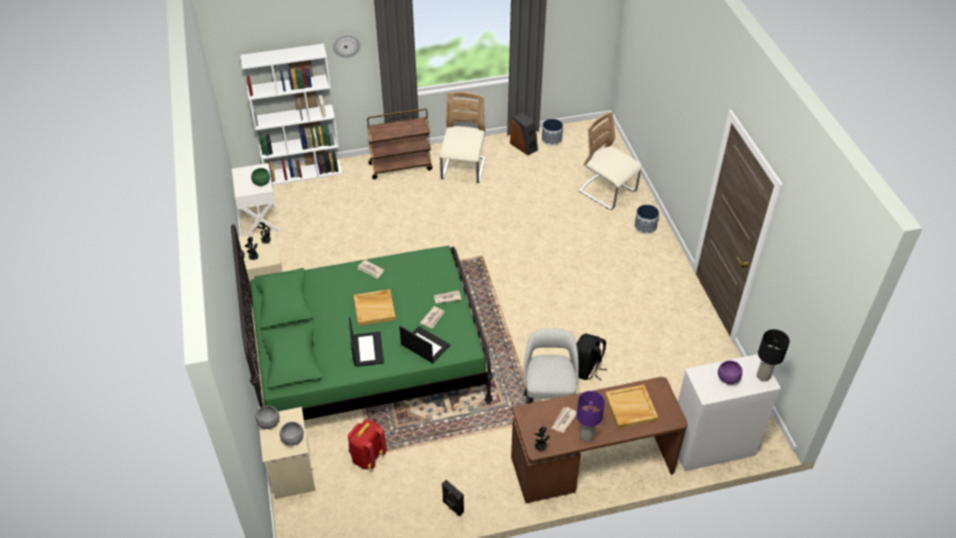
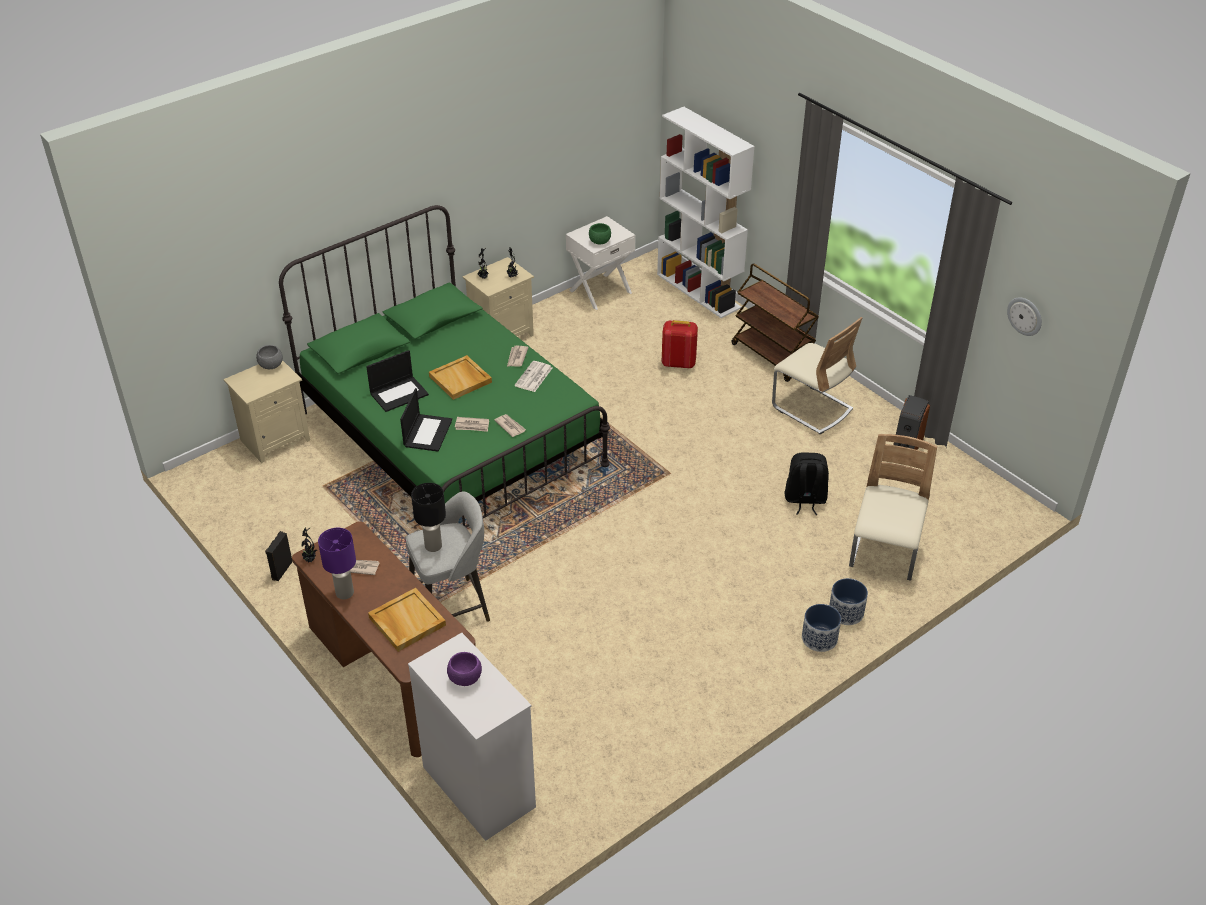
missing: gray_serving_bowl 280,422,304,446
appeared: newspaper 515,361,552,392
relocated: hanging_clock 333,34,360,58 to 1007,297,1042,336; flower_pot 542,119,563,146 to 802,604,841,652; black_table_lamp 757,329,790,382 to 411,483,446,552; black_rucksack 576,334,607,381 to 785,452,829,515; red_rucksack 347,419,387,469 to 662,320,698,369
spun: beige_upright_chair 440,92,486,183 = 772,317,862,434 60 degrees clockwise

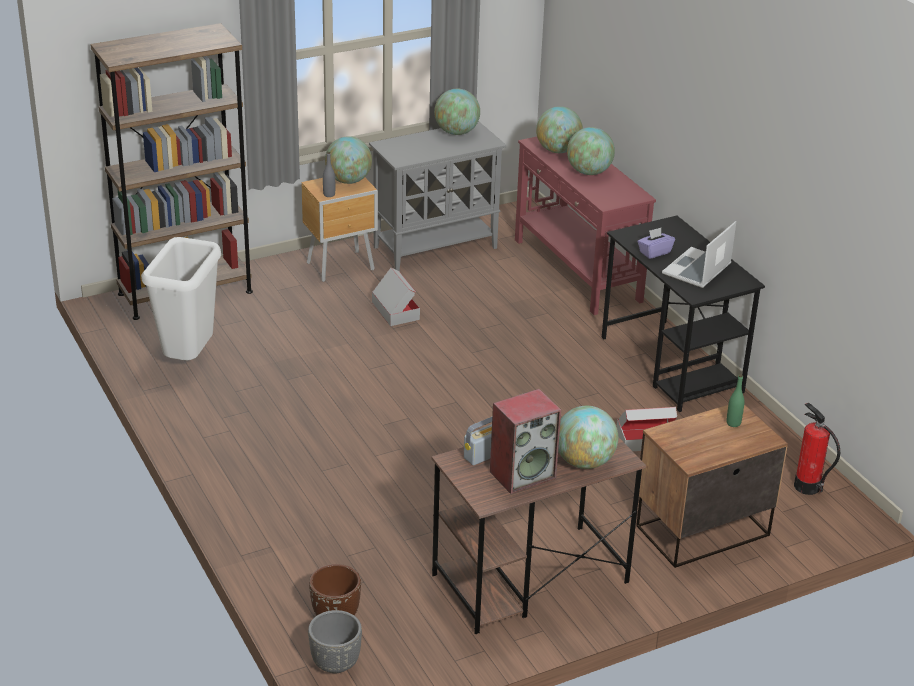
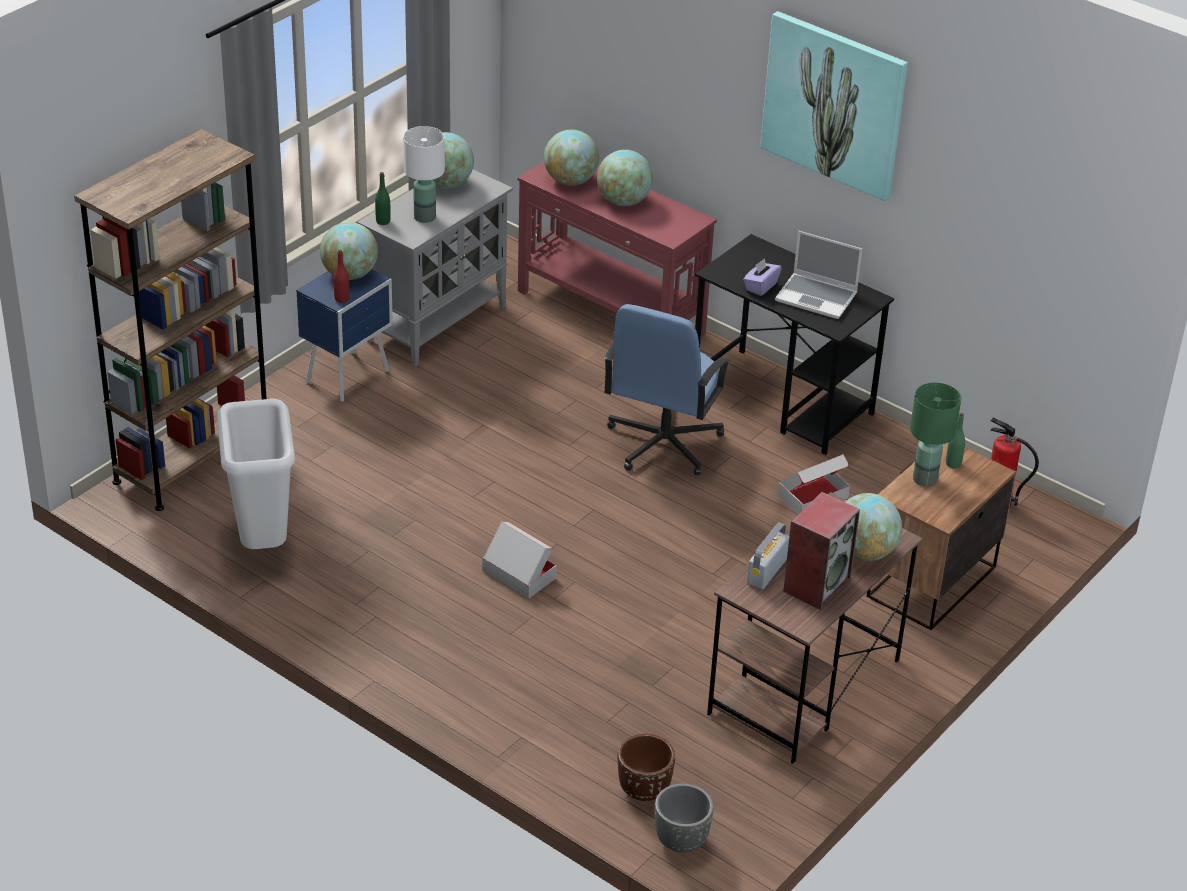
appeared: picture 760,11,908,201; white_table_lamp 403,126,445,223; greenish_bottle 375,172,391,225; blue-coloured_office_chair 604,304,731,475; greenish_table_lamp 910,382,961,487
relocated: carton 372,268,420,326 to 482,522,556,599
colour: gray_bottle 323,152,335,197 to red_bottle 333,250,349,303; brownish_night_table 301,178,378,282 to blue-coloured_night_table 296,269,393,402
spun: portable_computer 662,221,736,288 = 775,231,862,319 75 degrees counterclockwise

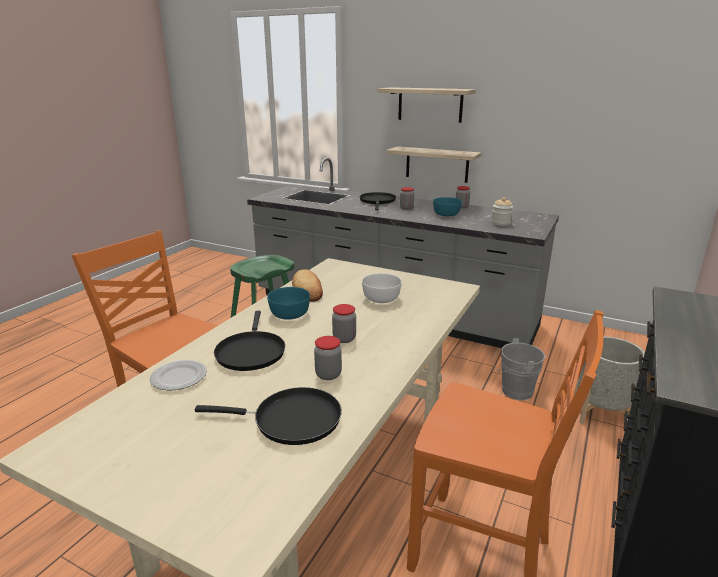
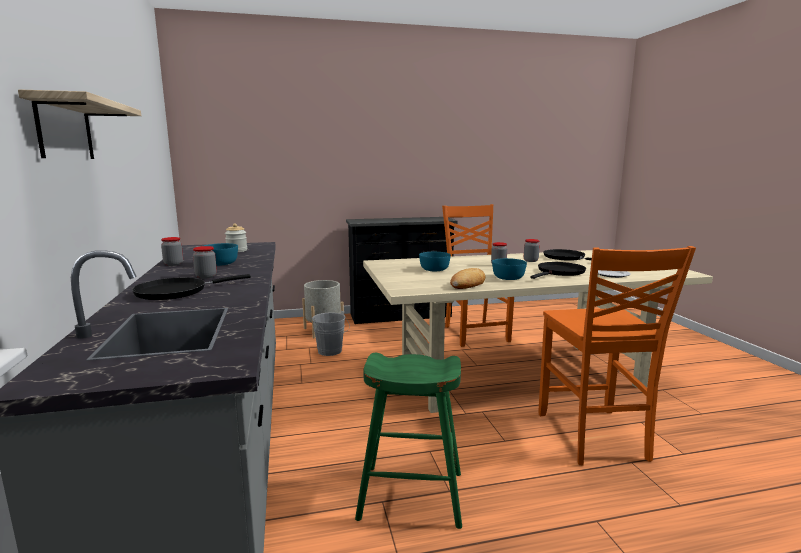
missing: shelf 386,146,481,183
colour: white_serving_bowl 362,273,402,303 to turquoise-coloured_serving_bowl 419,252,451,271

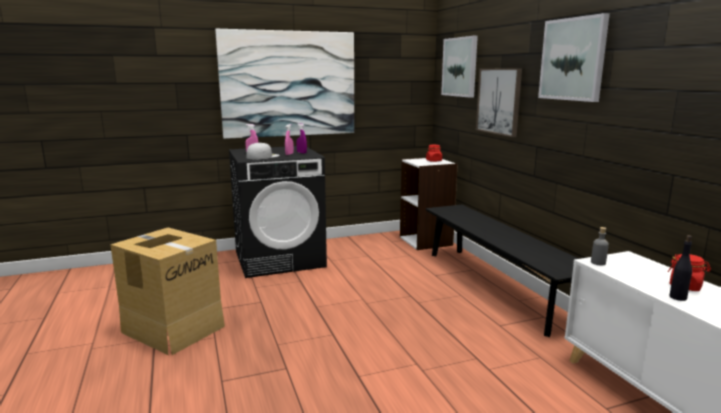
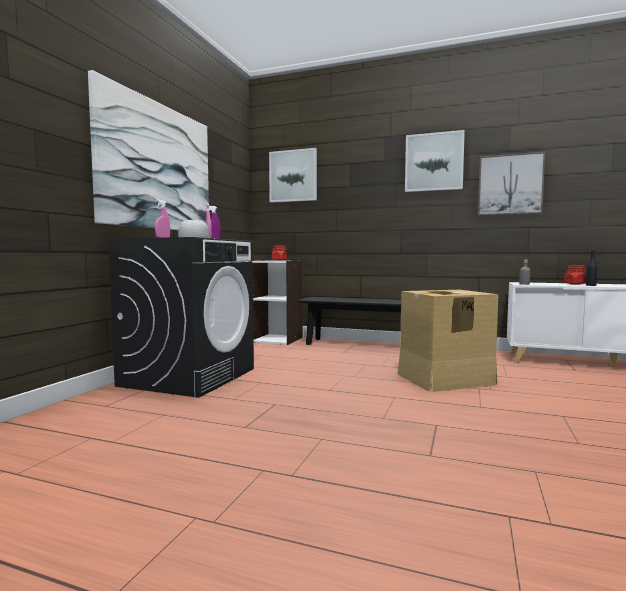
relocated: picture 476,68,522,137 to 478,152,545,216; carton 110,228,225,355 to 397,290,499,392

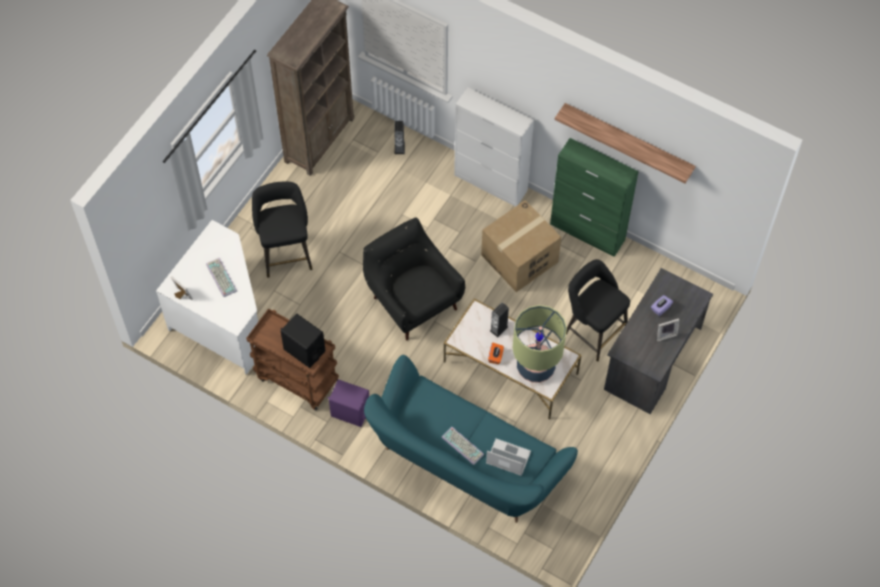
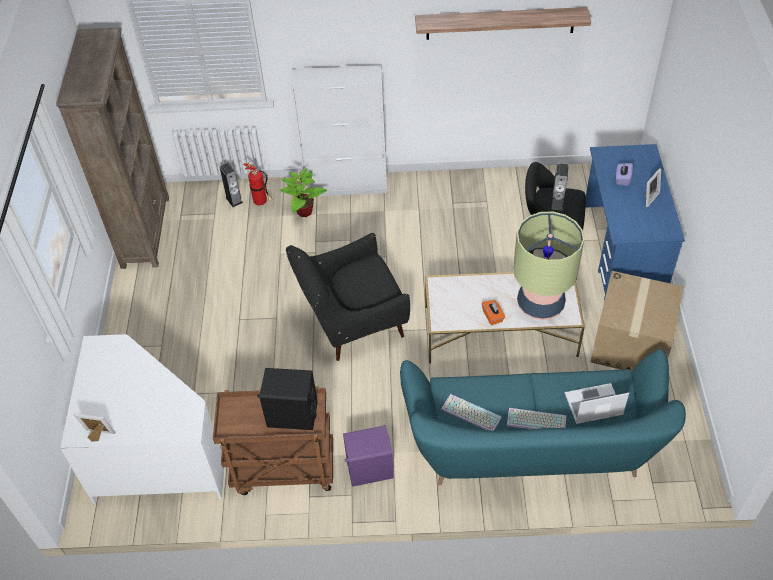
missing: greenish_cabinet 550,138,639,257; black_stool 252,182,312,278
appeared: fire-fighting_cylinder 243,163,272,206; plant_in_a_pot 280,168,327,217
relocated: carton 481,200,561,292 to 590,271,683,372; PC_keyboard 206,258,237,297 to 441,394,502,430; loudspeaker 490,302,509,337 to 550,164,568,213
colour: gray_desk_unit 604,268,713,414 to blue-coloured_desk_unit 585,144,685,301
spun: black_lounge_chair 363,218,465,340 = 286,233,410,361 45 degrees counterclockwise

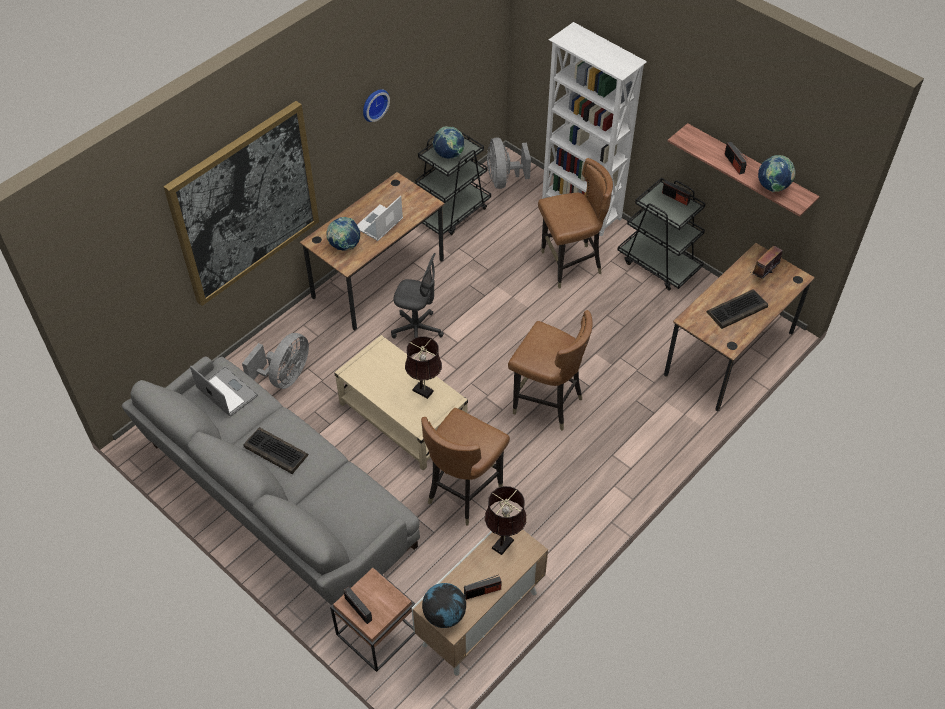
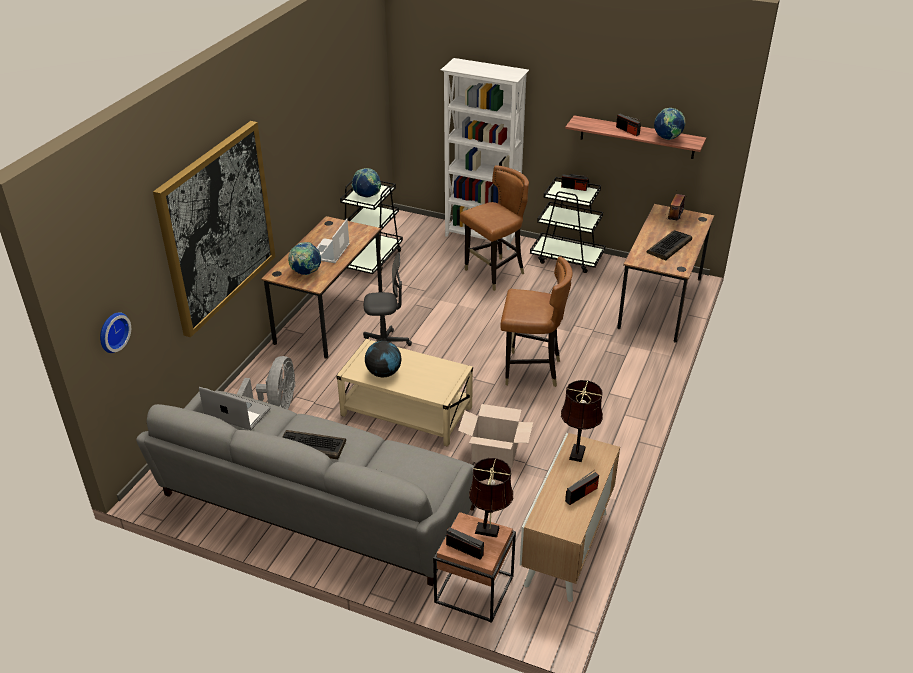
missing: gray_electric_fan 487,138,531,189
relocated: hanging_clock 363,89,390,122 to 100,312,131,353; brownish_table_lamp 405,336,442,399 to 469,458,513,538; globe 422,583,466,628 to 365,341,402,377
exchanged: brownish_upright_chair 421,408,510,525 to carton 458,404,533,468

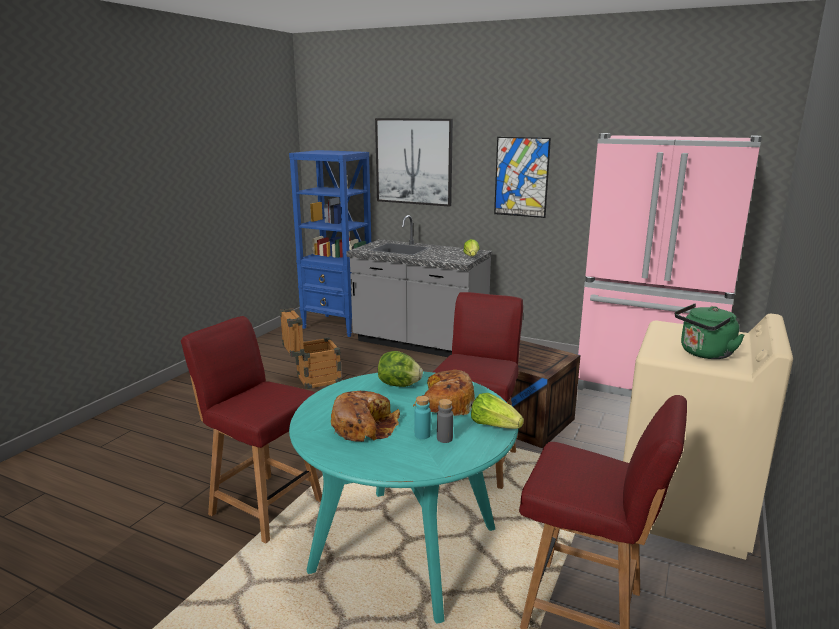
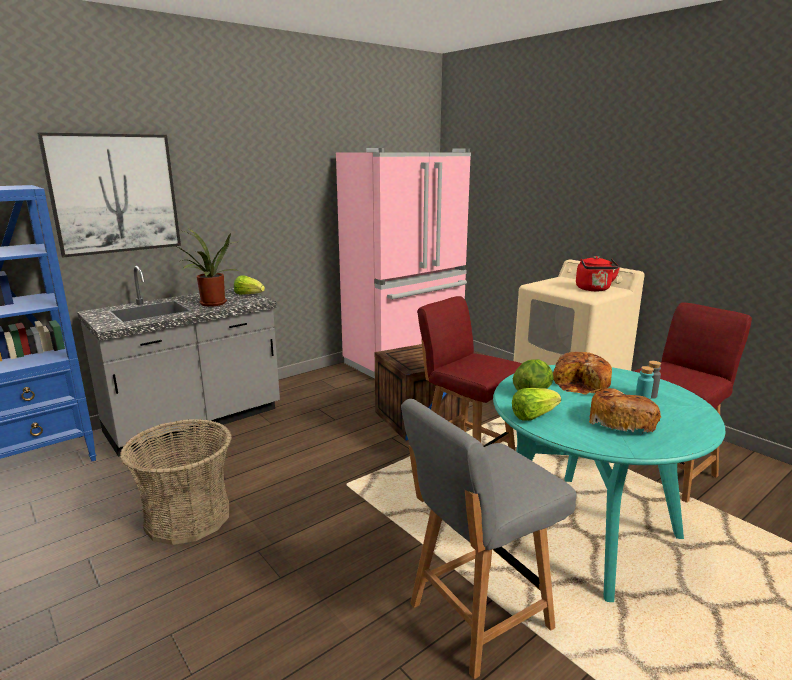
missing: picture 494,137,551,218
appeared: plant_in_a_pot 170,229,239,307
relocated: lettuce_head 471,393,524,429 to 512,388,561,421
exchanged: crate 280,308,342,390 to storage_basket 120,419,232,545
colour: greenish_kettle 675,303,745,359 to red_kettle 576,256,620,291; red_upright_chair 181,316,322,543 to gray_upright_chair 401,399,576,679

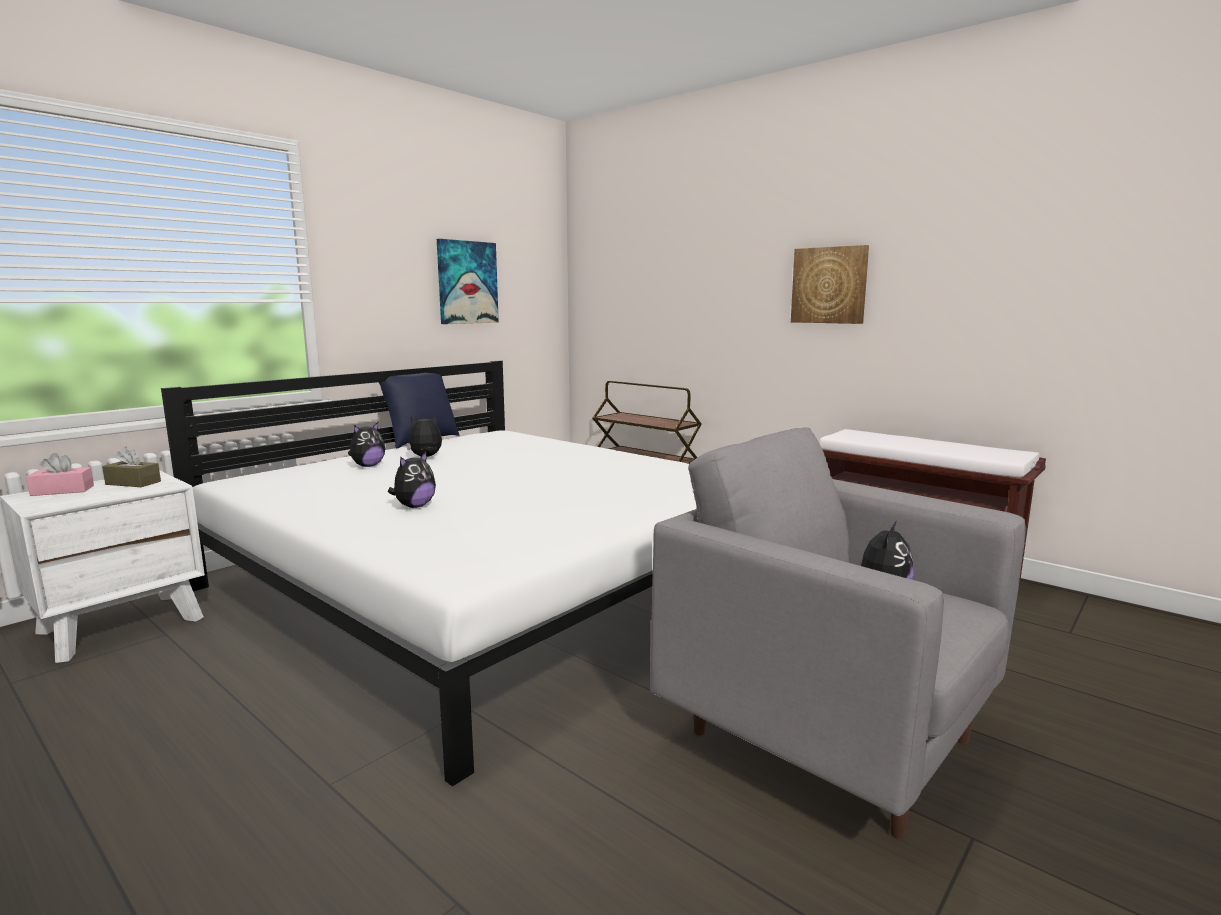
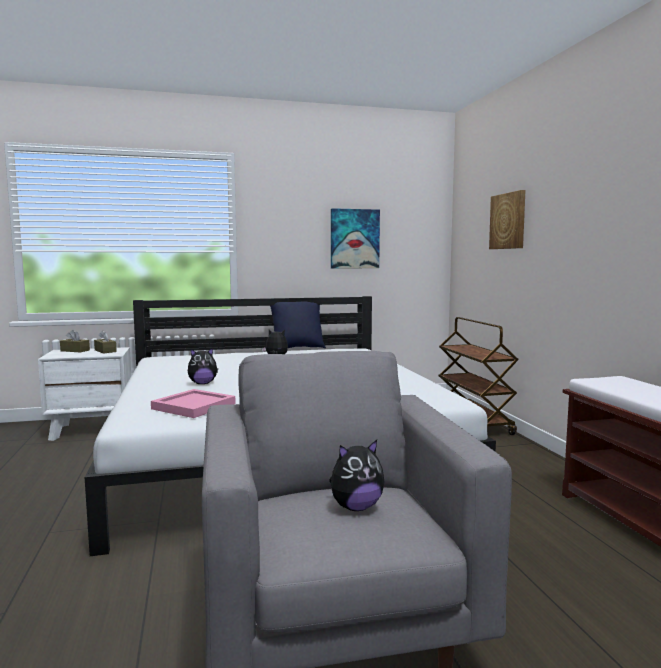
missing: cuddly_toy 348,422,385,467
appeared: pinkish_tray 151,389,236,418
relocated: picture 791,245,869,324 to 489,190,526,249
colour: pinkish_box_of_tissues 26,453,94,496 to brownish_box_of_tissues 60,330,90,352

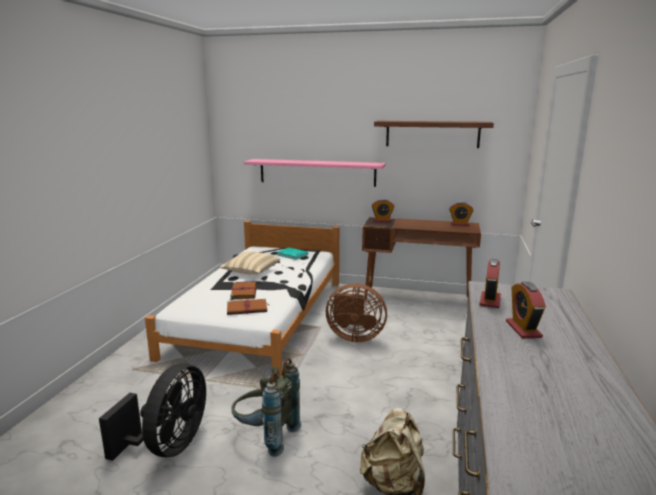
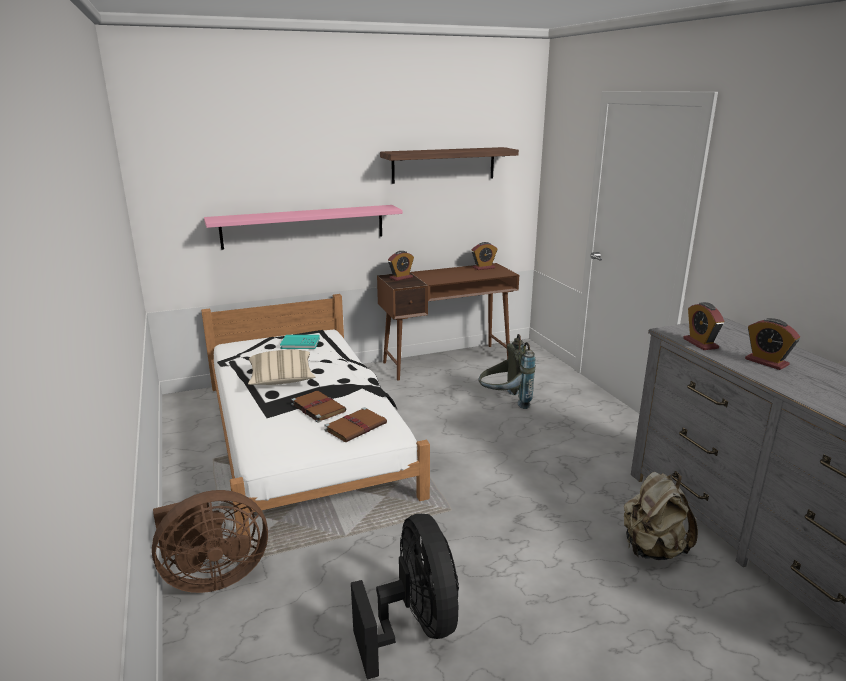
relocated: brownish_electric_fan 326,283,387,342 to 152,490,268,593; gray_rucksack 231,358,301,457 to 478,334,536,409

